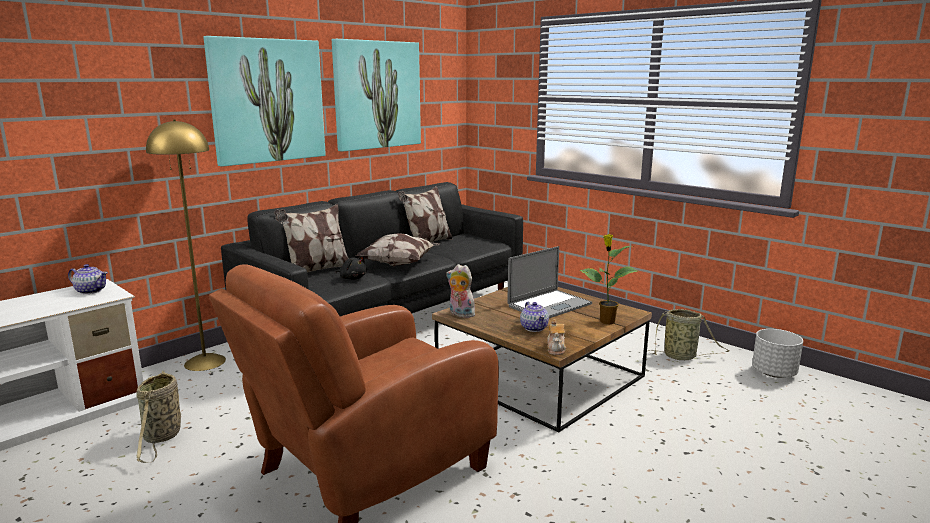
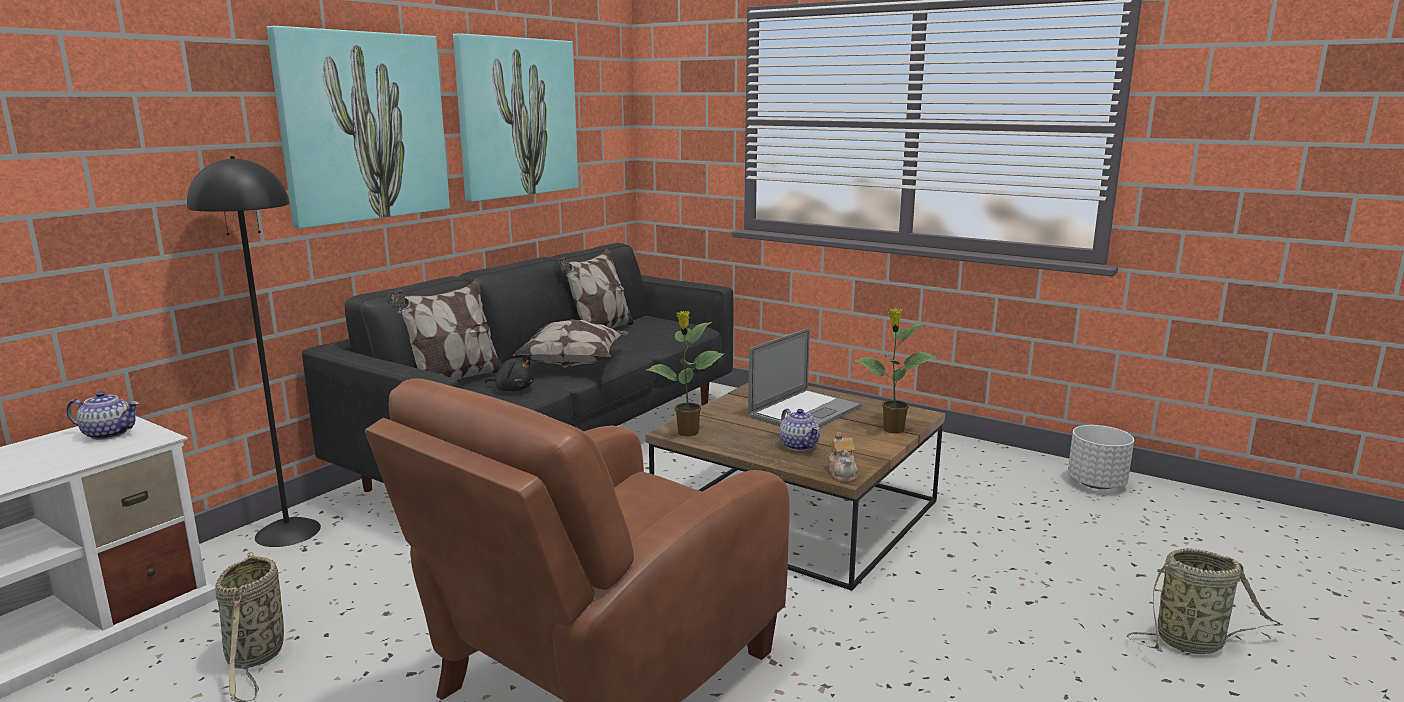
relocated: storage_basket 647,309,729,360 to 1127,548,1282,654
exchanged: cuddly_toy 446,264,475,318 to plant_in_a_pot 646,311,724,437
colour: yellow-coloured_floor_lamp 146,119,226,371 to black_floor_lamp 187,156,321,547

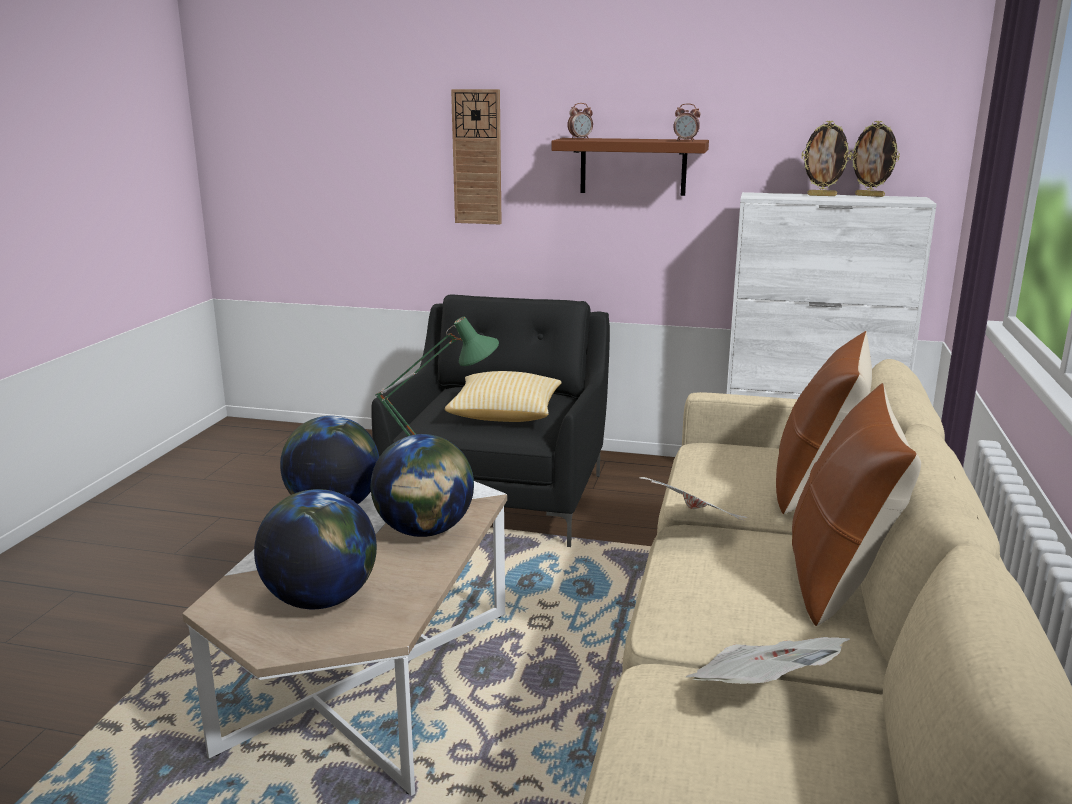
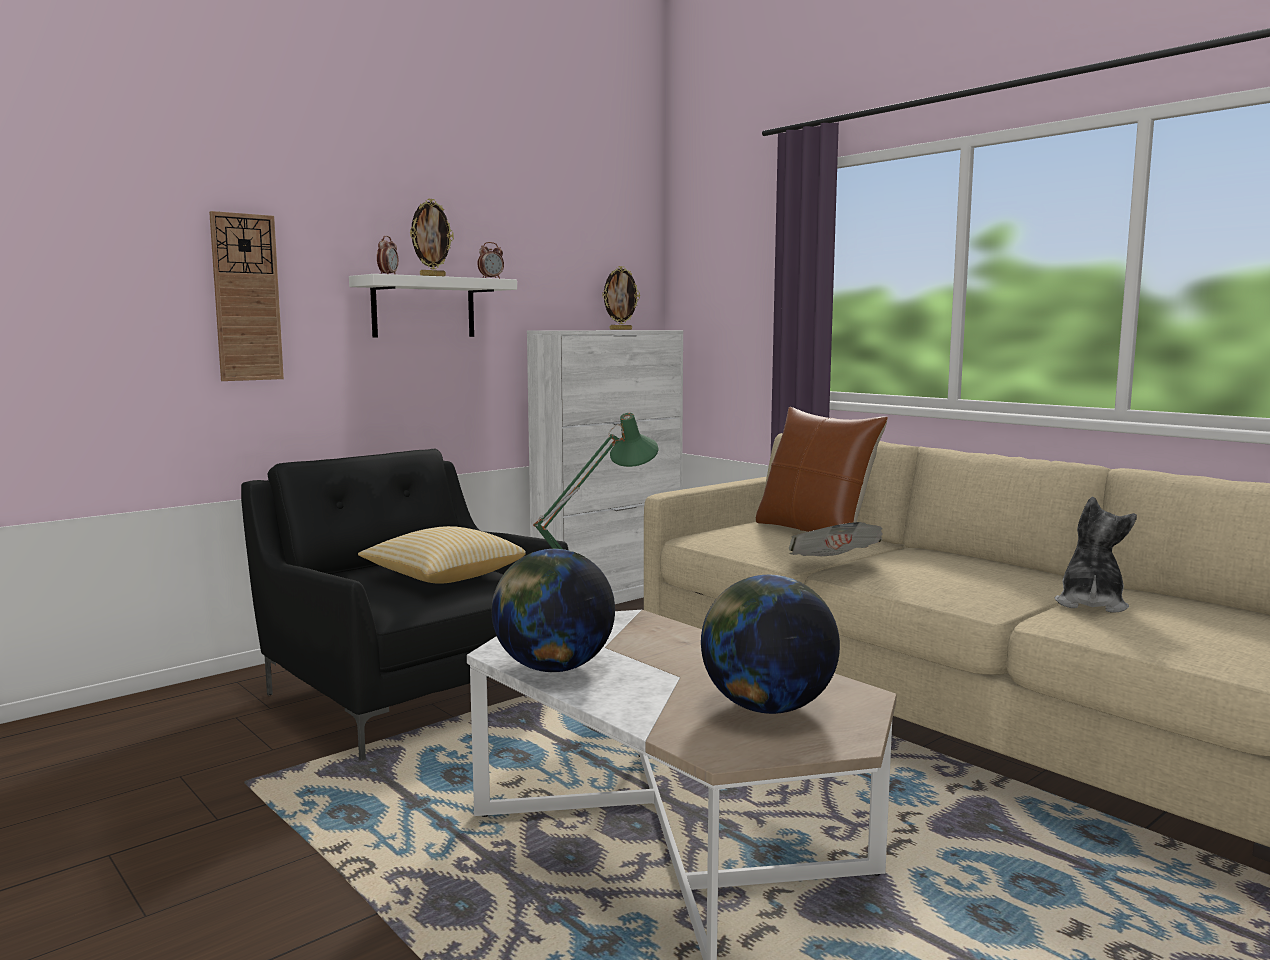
missing: brownish_pillow 792,383,921,626; globe 371,434,474,537
relocated: photo_frame 801,121,852,196 to 410,199,454,276
exchanged: newspaper 686,637,850,684 to cuddly_toy 1055,497,1137,613
colour: brownish_shelf 551,138,709,196 to white_shelf 349,274,517,337

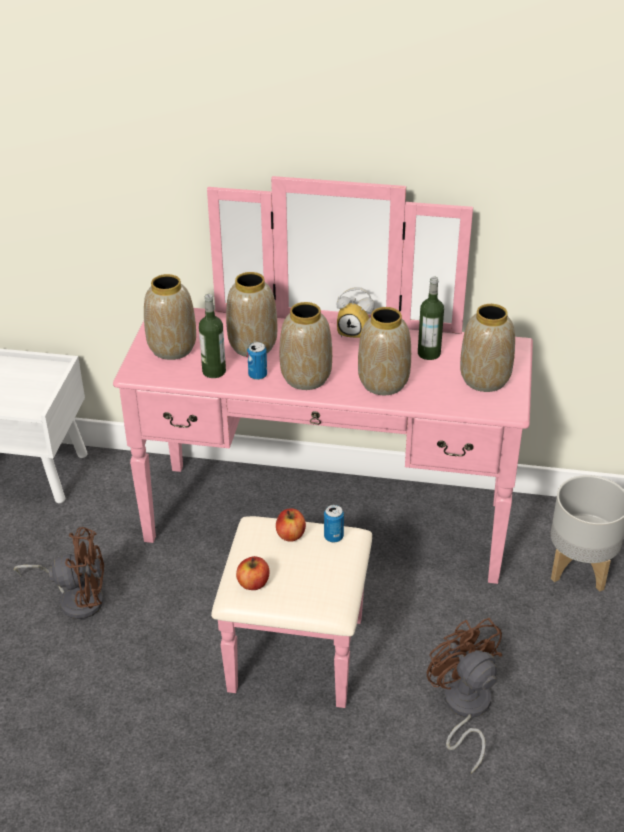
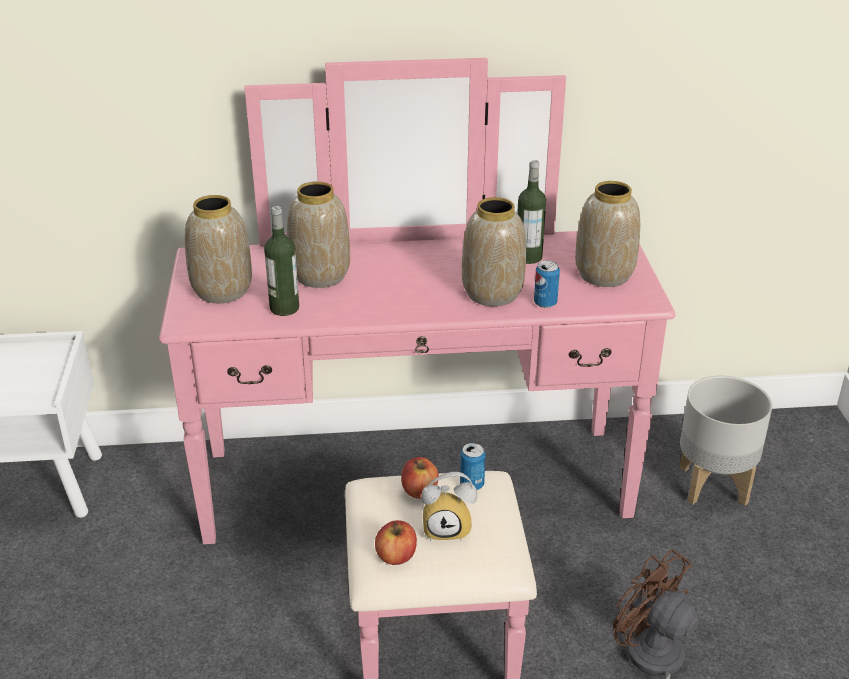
missing: vase 280,302,332,390; brownish_electric_fan 14,527,104,619
relocated: bedside_clock 337,287,375,338 to 421,472,477,541; metal_can 247,342,267,380 to 534,261,560,308

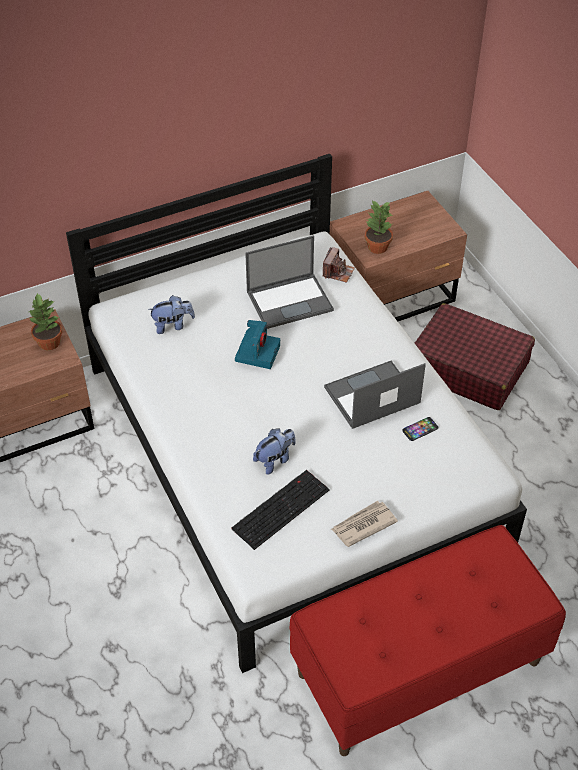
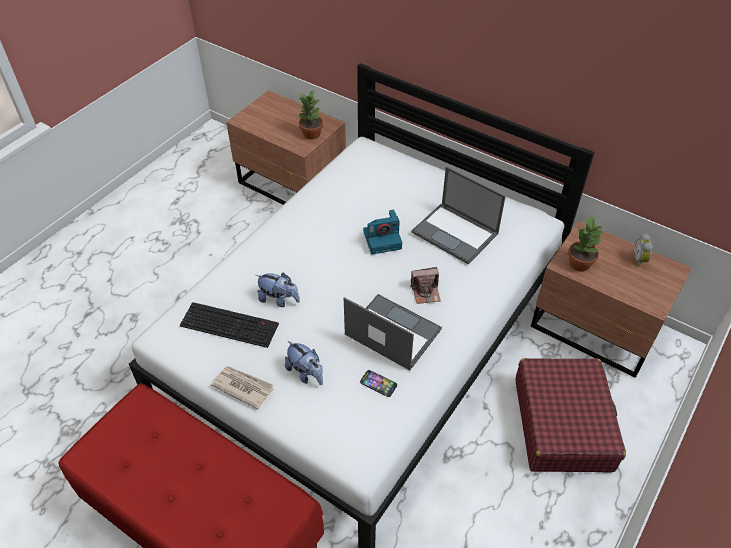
appeared: bedside_clock 634,233,653,267
relocated: still_camera 323,247,355,283 to 410,267,441,304; cuddly_toy 148,295,195,334 to 285,341,323,385

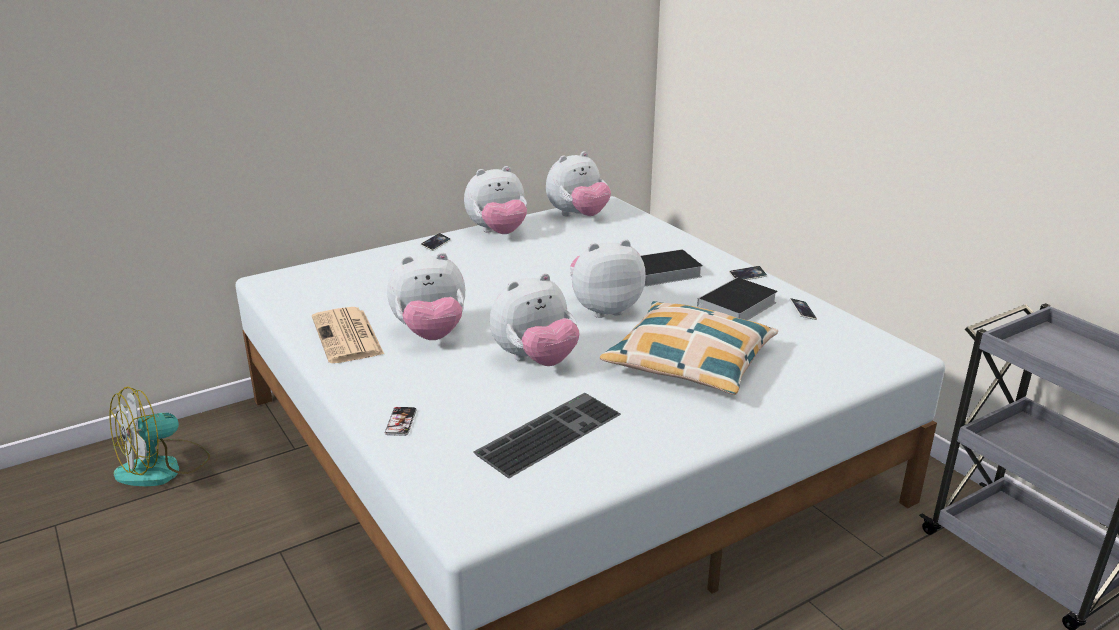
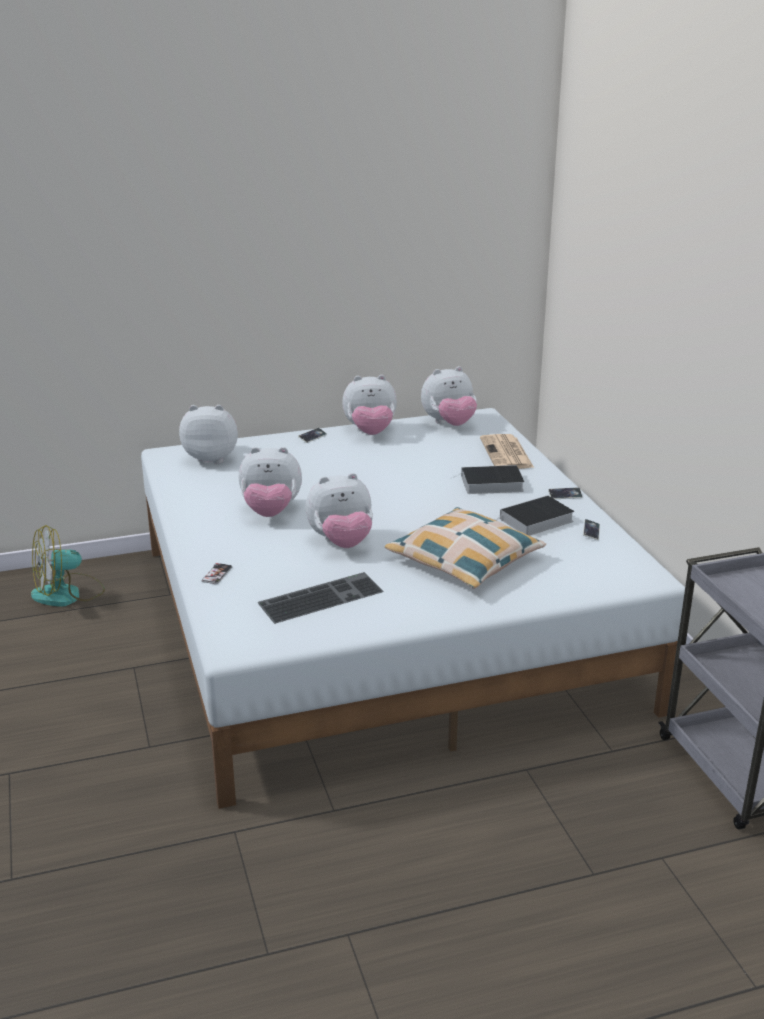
relocated: cuddly_toy 570,239,646,318 to 179,405,238,464; newspaper 312,307,384,363 to 480,434,534,469

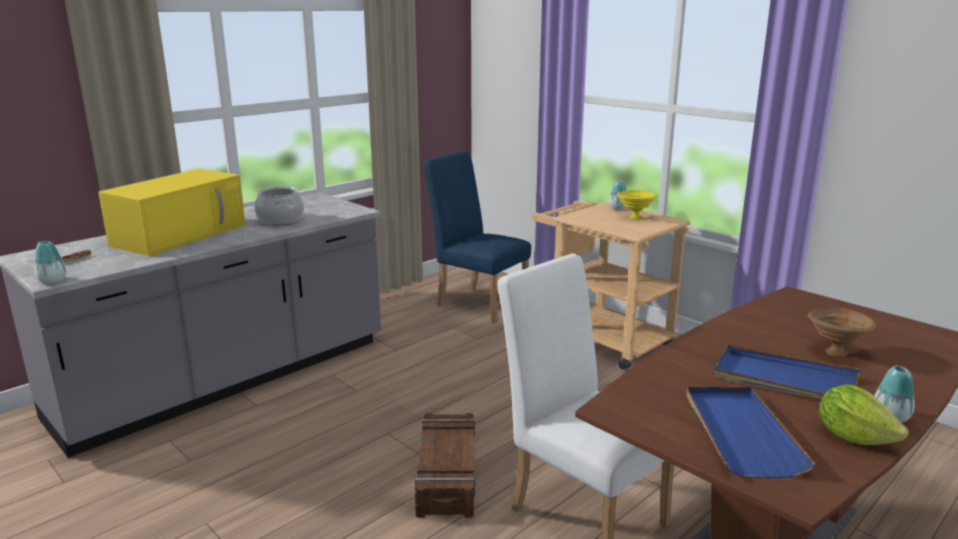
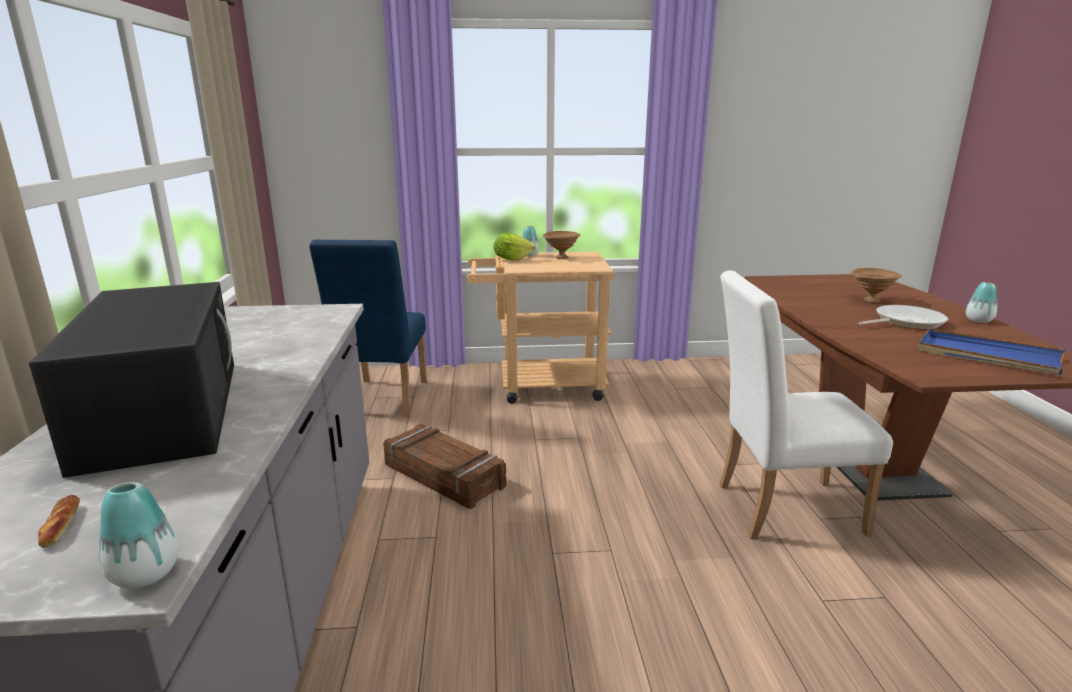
missing: saucepot 254,186,304,225
relocated: lettuce_head 819,384,909,445 to 494,233,536,261; crate 415,413,475,518 to 383,424,506,509
exchanged: blue-coloured_tray 714,345,860,399 to frying_pan 858,305,948,329
colour: yellow-coloured_kitchen_microwave 98,168,245,256 to black_kitchen_microwave 29,282,234,478; yellow-coloured_serving_bowl 617,190,657,220 to brownish_serving_bowl 543,231,581,259
spun: blue-coloured_upright_chair 423,151,531,323 = 309,240,427,417 75 degrees counterclockwise

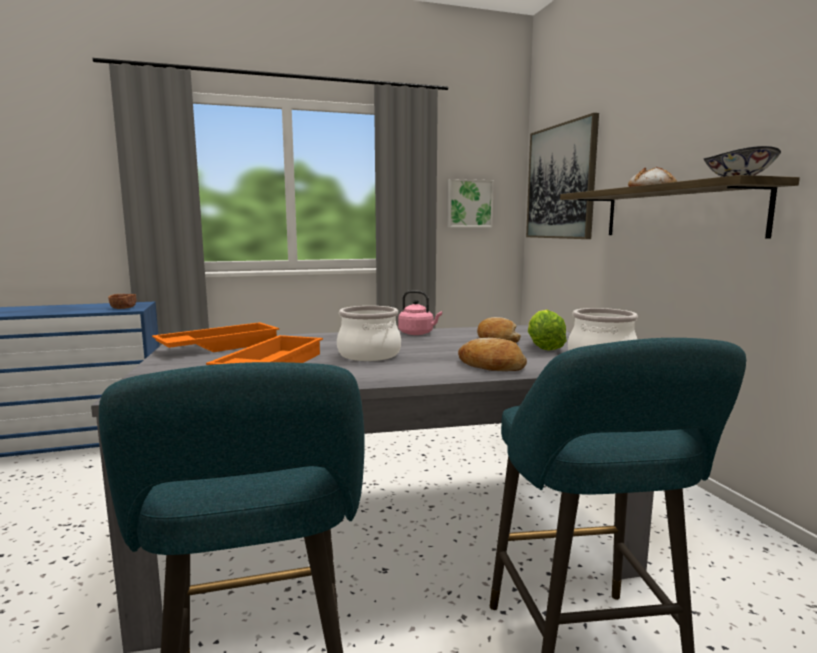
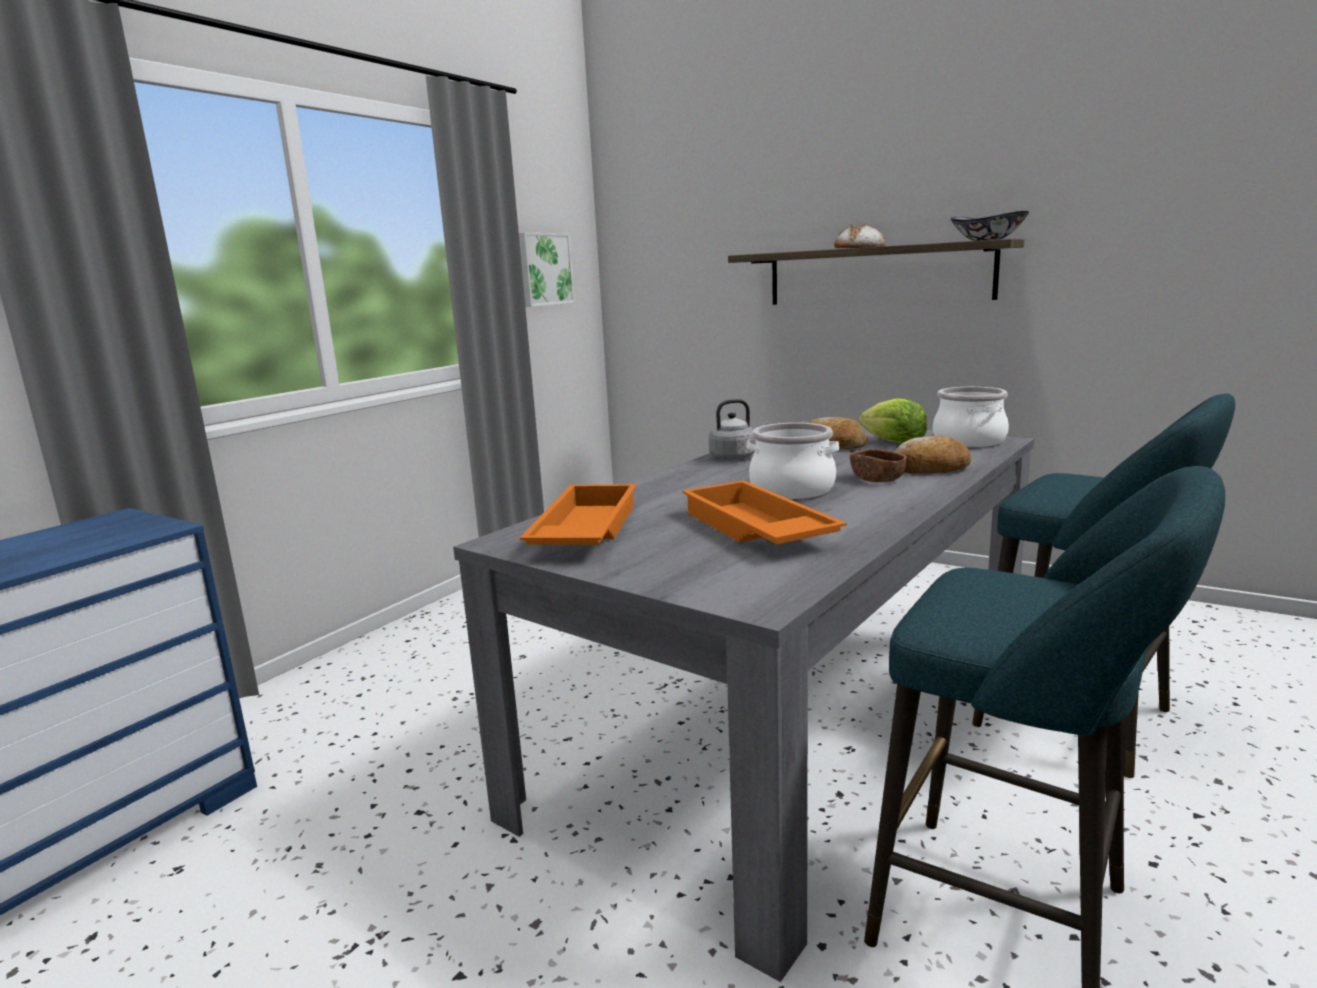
missing: picture 526,113,599,239
relocated: brownish_serving_bowl 108,294,136,309 to 850,449,907,482
colour: pinkish_kettle 398,290,442,335 to gray_kettle 709,399,768,460

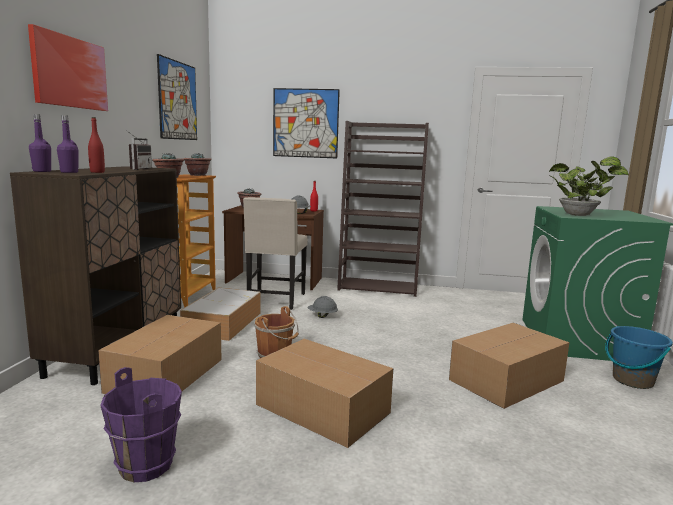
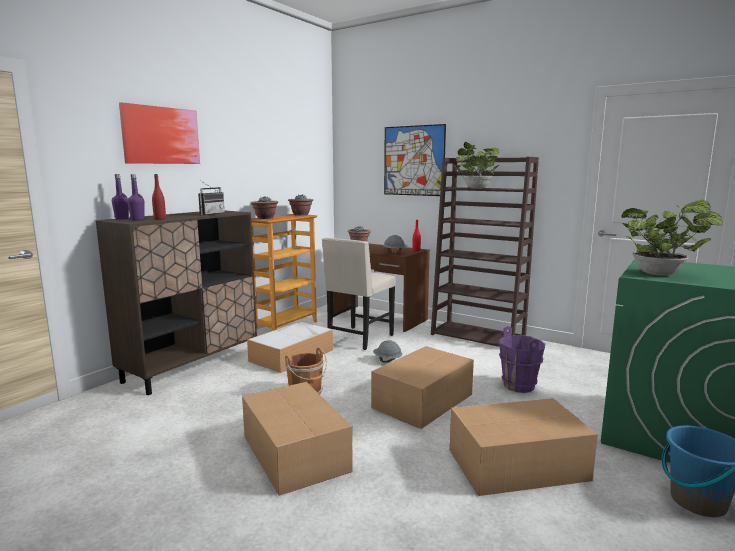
missing: picture 157,54,197,140
appeared: plant_in_a_pot 454,142,499,189
relocated: carton 98,315,221,394 to 371,346,474,429; purple-coloured_pail 100,367,182,482 to 499,326,545,393

